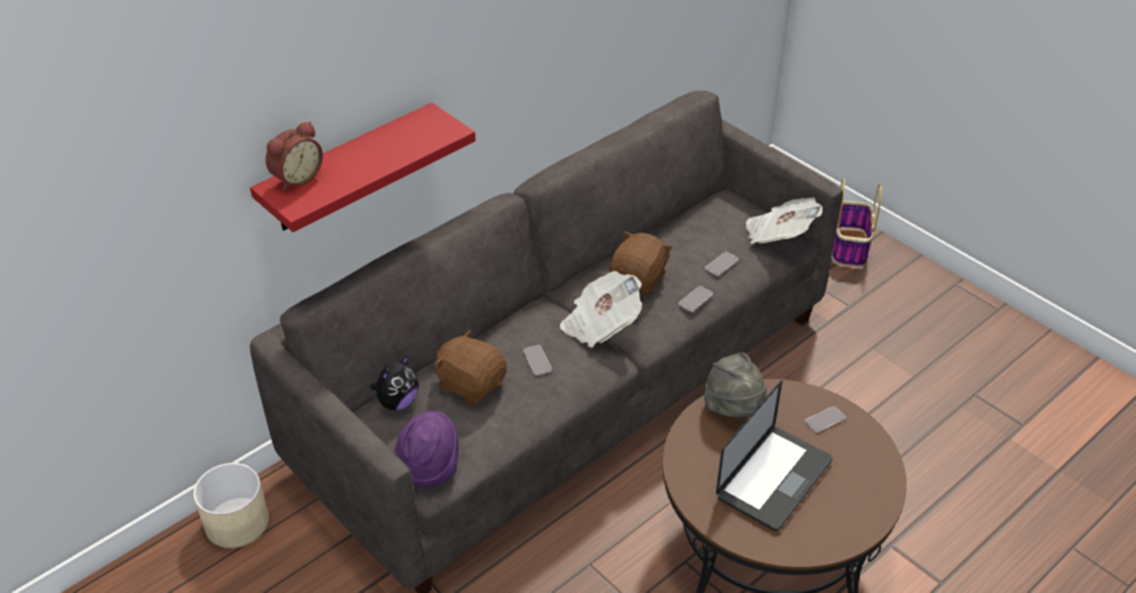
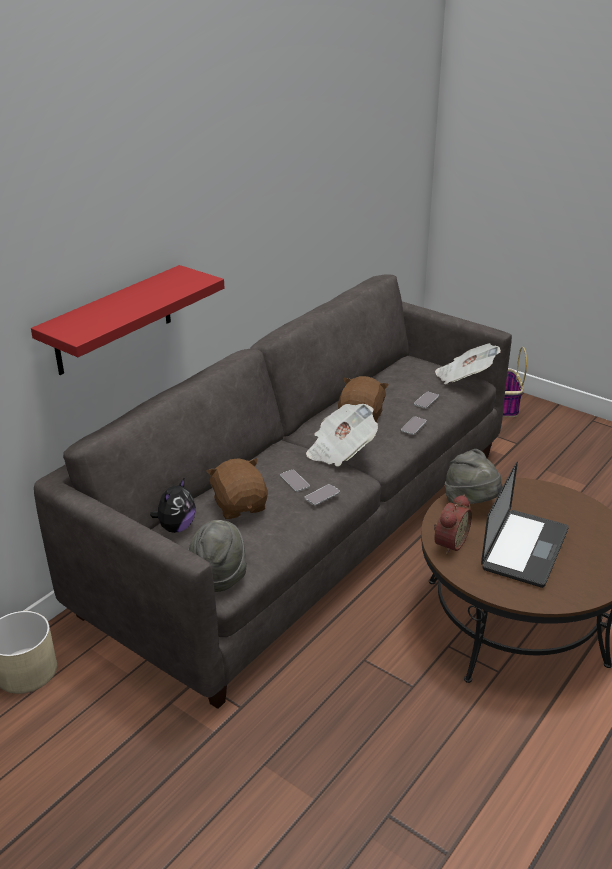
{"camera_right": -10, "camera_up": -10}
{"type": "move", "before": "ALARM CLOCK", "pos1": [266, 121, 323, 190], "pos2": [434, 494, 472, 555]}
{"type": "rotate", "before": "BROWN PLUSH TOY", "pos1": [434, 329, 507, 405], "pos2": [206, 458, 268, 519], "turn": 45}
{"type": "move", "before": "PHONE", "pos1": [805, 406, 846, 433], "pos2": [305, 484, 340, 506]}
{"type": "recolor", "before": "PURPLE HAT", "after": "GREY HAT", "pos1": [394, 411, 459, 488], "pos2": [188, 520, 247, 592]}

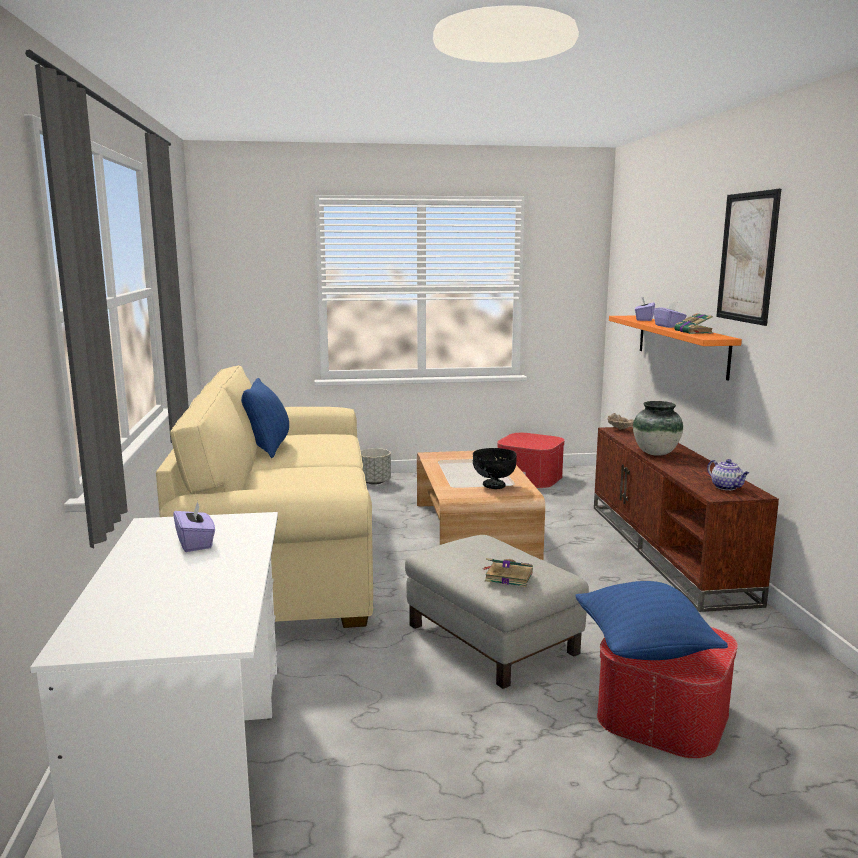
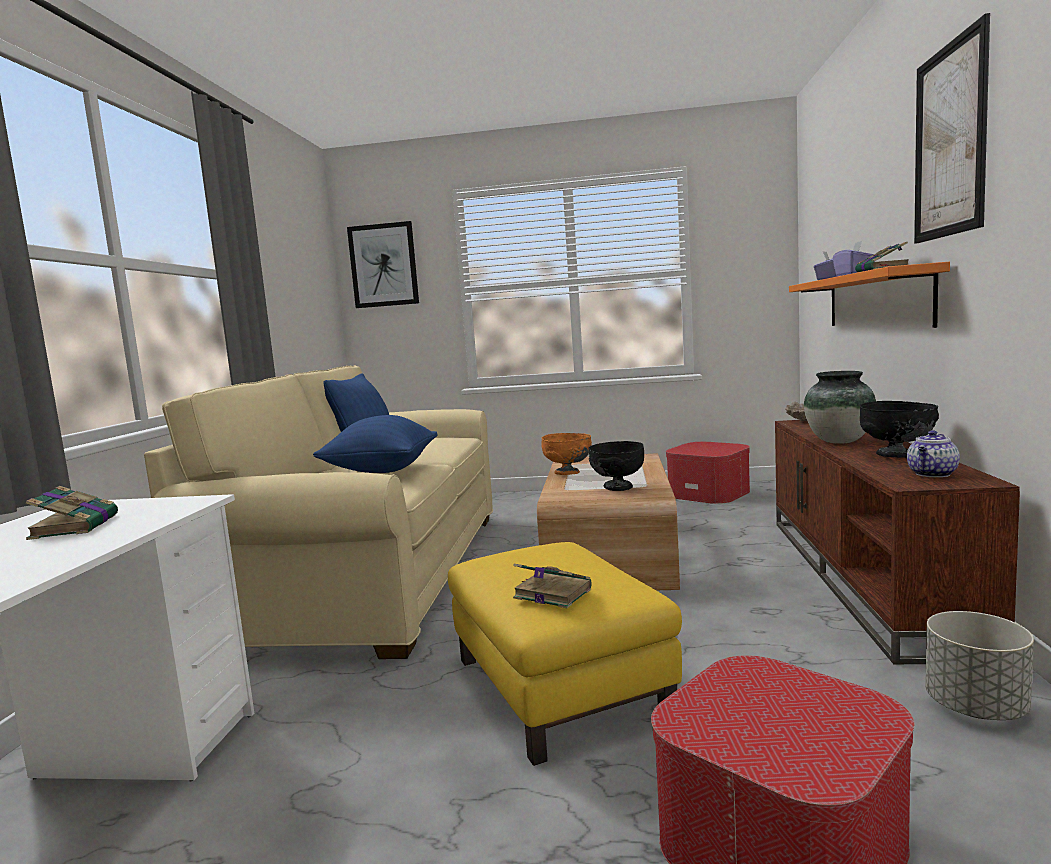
{"camera_right": 15, "camera_up": -5}
{"type": "move", "before": "GREY PLANTER", "pos1": [361, 448, 391, 485], "pos2": [925, 611, 1034, 720]}
{"type": "rotate", "before": "TEAPOT", "pos1": [707, 459, 749, 490], "pos2": [907, 430, 960, 477], "turn": 60}
{"type": "replace", "before": "PURPLE TISSUE BOX", "after": "BOOK", "pos1": [173, 501, 215, 552], "pos2": [26, 486, 118, 540]}
{"type": "recolor", "before": "GREY OTTOMAN", "after": "YELLOW OTTOMAN", "pos1": [405, 535, 589, 689], "pos2": [448, 542, 682, 766]}
{"type": "move", "before": "BLUE PILLOW", "pos1": [575, 581, 728, 660], "pos2": [313, 415, 438, 473]}
{"type": "insert", "after": "PICTURE", "pos2": [347, 221, 419, 308]}
{"type": "insert", "after": "BLACK BOWL", "pos2": [860, 401, 939, 458]}
{"type": "insert", "after": "ORANGE BOWL", "pos2": [541, 433, 592, 475]}

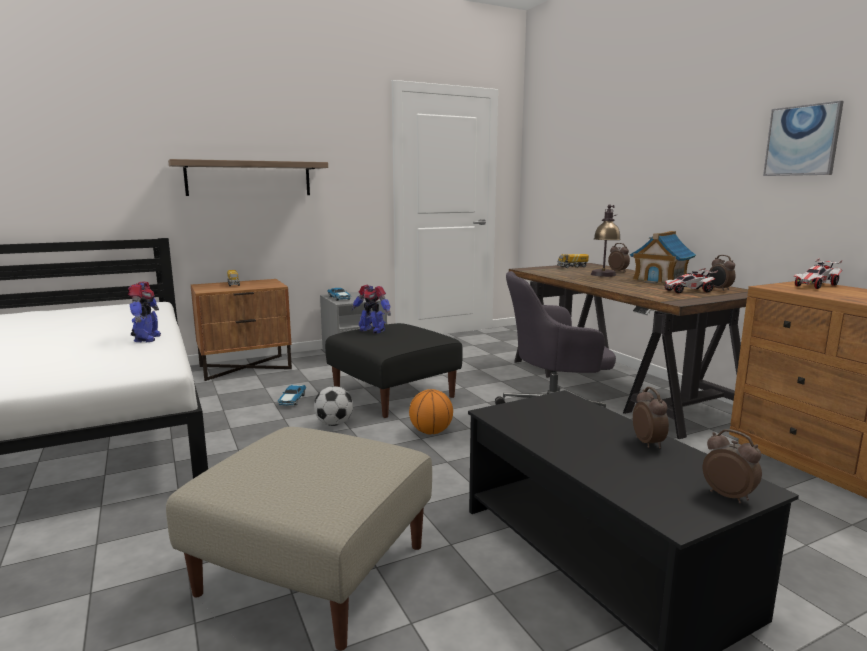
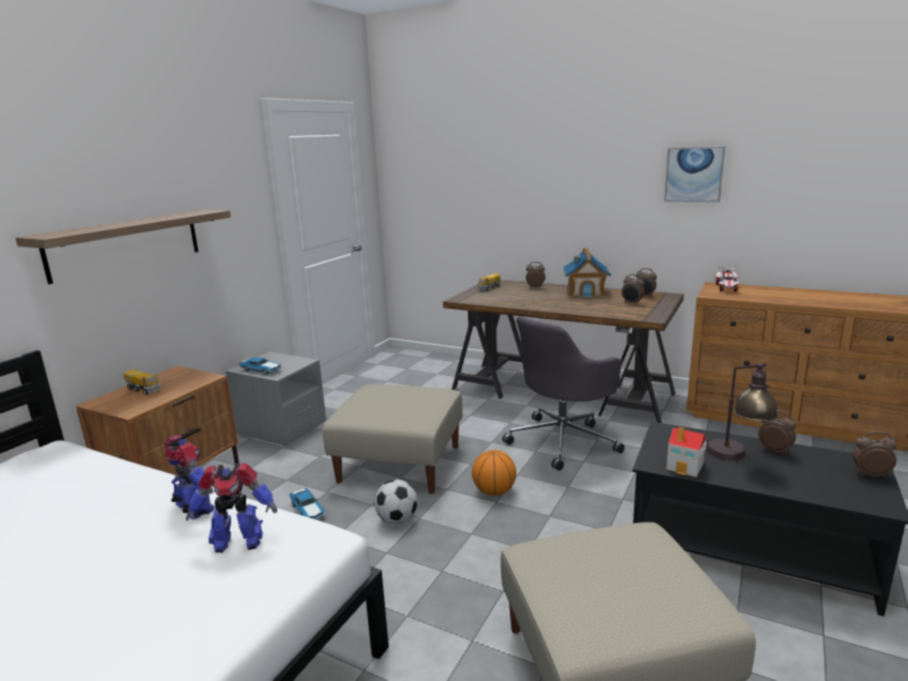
{"camera_right": -35, "camera_up": 5}
{"type": "move", "before": "TABLE LAMP", "pos1": [591, 204, 621, 277], "pos2": [706, 363, 778, 461]}
{"type": "replace", "before": "TOY CAR", "after": "ALARM CLOCK", "pos1": [663, 268, 718, 293], "pos2": [621, 274, 644, 305]}
{"type": "move", "before": "TOY ROBOT", "pos1": [351, 285, 391, 333], "pos2": [186, 463, 277, 553]}
{"type": "recolor", "before": "BLACK OTTOMAN", "after": "BEIGE OTTOMAN", "pos1": [325, 323, 463, 418], "pos2": [323, 384, 463, 494]}
{"type": "insert", "after": "TOY HOUSE", "pos2": [666, 427, 707, 477]}

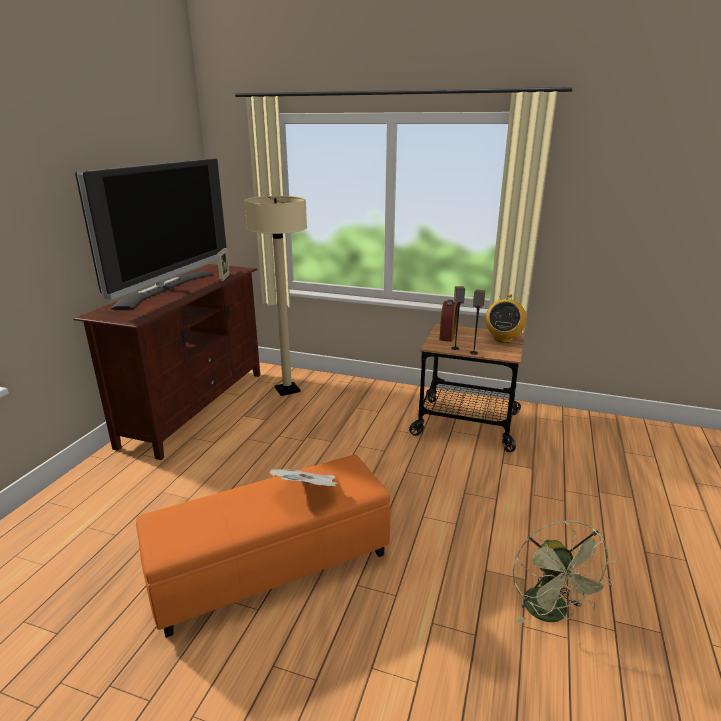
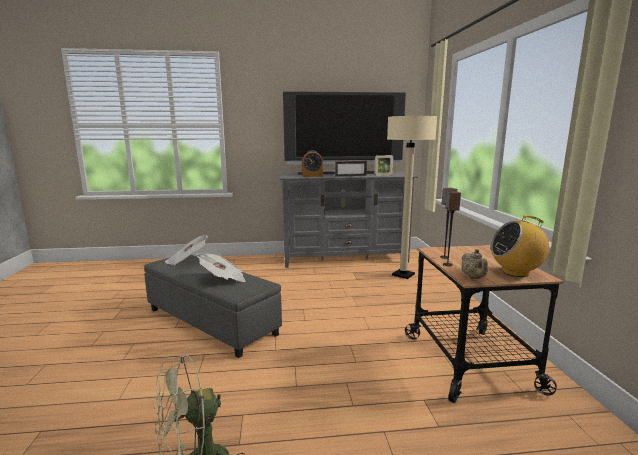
{"camera_right": 65, "camera_up": -10}
{"type": "recolor", "before": "BROWN TV STAND", "after": "GREY TV STAND", "pos1": [74, 264, 260, 460], "pos2": [279, 172, 419, 268]}
{"type": "move", "before": "ALARM CLOCK", "pos1": [439, 300, 457, 342], "pos2": [302, 150, 323, 177]}
{"type": "recolor", "before": "ORANGE OTTOMAN", "after": "GREY OTTOMAN", "pos1": [136, 455, 391, 638], "pos2": [144, 255, 282, 358]}
{"type": "insert", "after": "PICTURE FRAME", "pos2": [335, 161, 367, 177]}
{"type": "insert", "after": "NEWSPAPER", "pos2": [165, 235, 208, 266]}
{"type": "insert", "after": "BEIGE TEAPOT", "pos2": [461, 249, 488, 279]}

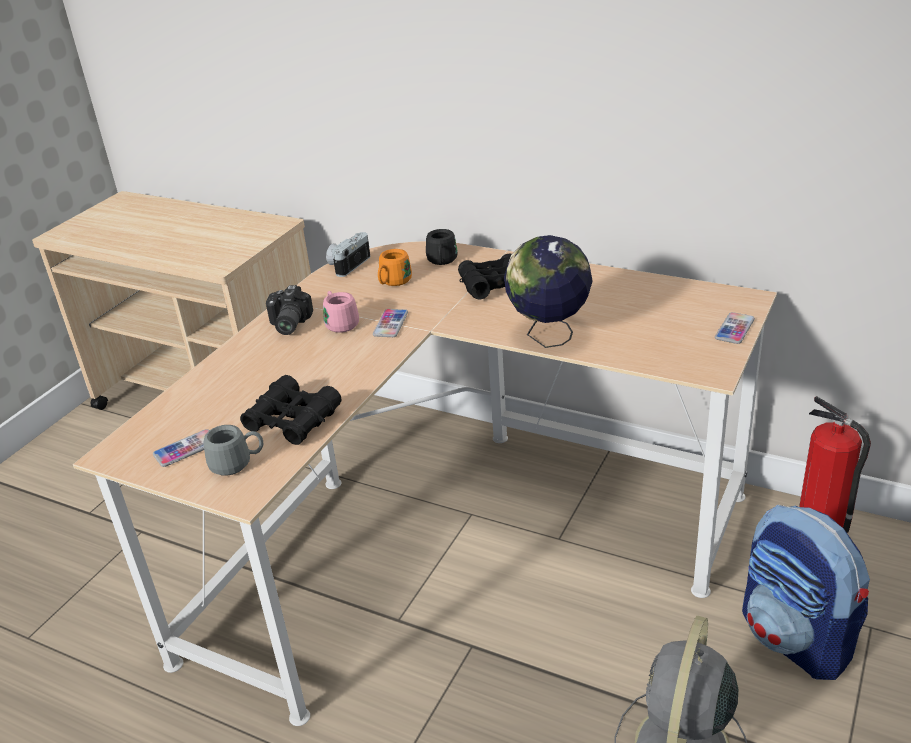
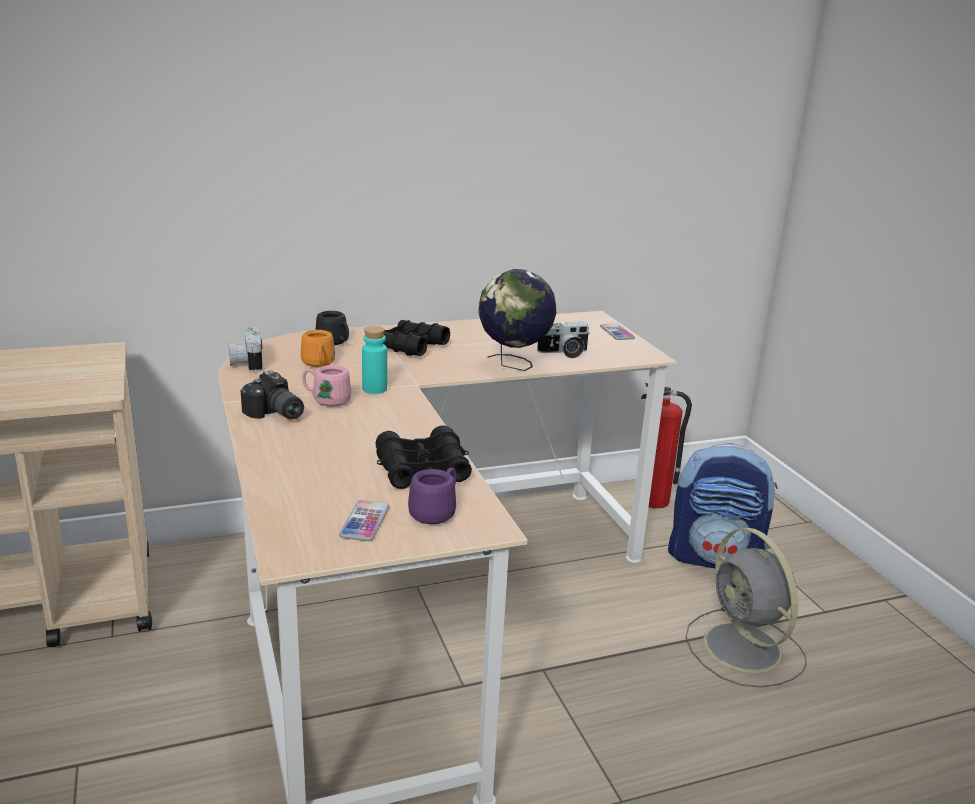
{"camera_right": -50, "camera_up": -10}
{"type": "replace", "before": "PHONE", "after": "TURQUOISE BOTTLE", "pos1": [373, 309, 408, 337], "pos2": [362, 326, 387, 394]}
{"type": "recolor", "before": "GREY MUG", "after": "PURPLE MUG", "pos1": [203, 425, 263, 476], "pos2": [408, 468, 456, 524]}
{"type": "insert", "after": "PHOTO CAMERA", "pos2": [537, 322, 590, 358]}

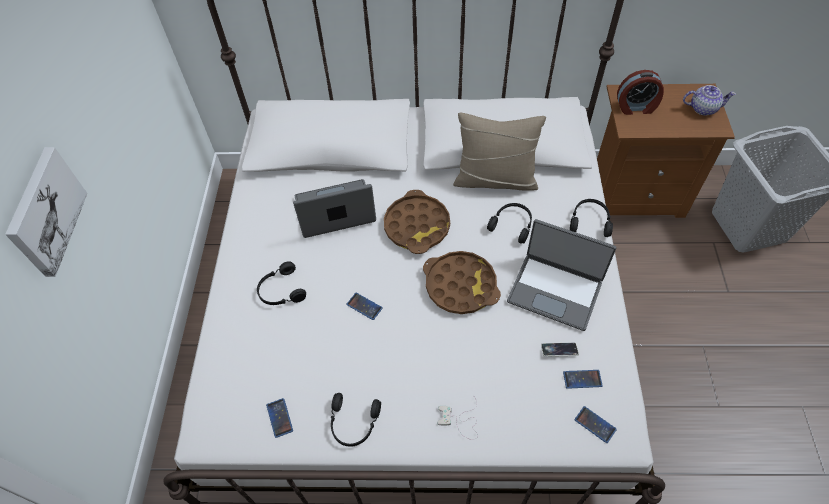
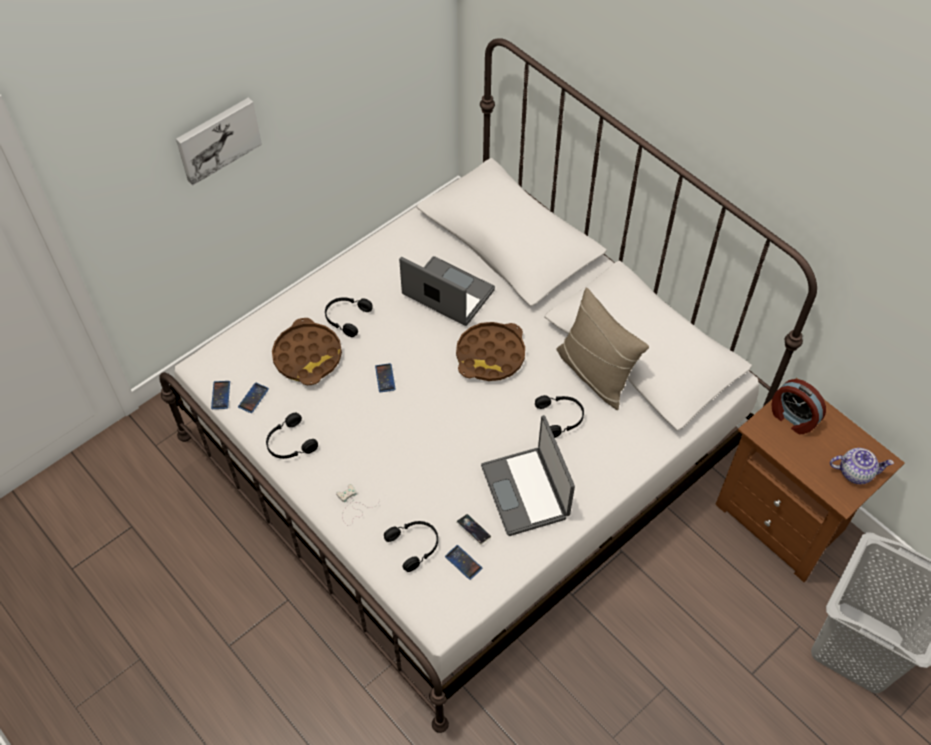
{"camera_right": 45, "camera_up": 0}
{"type": "rotate", "before": "TEAPOT", "pos1": [683, 85, 736, 116], "pos2": [830, 448, 894, 484], "turn": -45}
{"type": "move", "before": "BLACK HEADPHONES", "pos1": [570, 199, 613, 237], "pos2": [384, 521, 438, 572]}
{"type": "move", "before": "BROWN TRAY", "pos1": [423, 251, 501, 314], "pos2": [272, 318, 342, 385]}
{"type": "move", "before": "PHONE", "pos1": [575, 406, 617, 443], "pos2": [211, 381, 230, 409]}

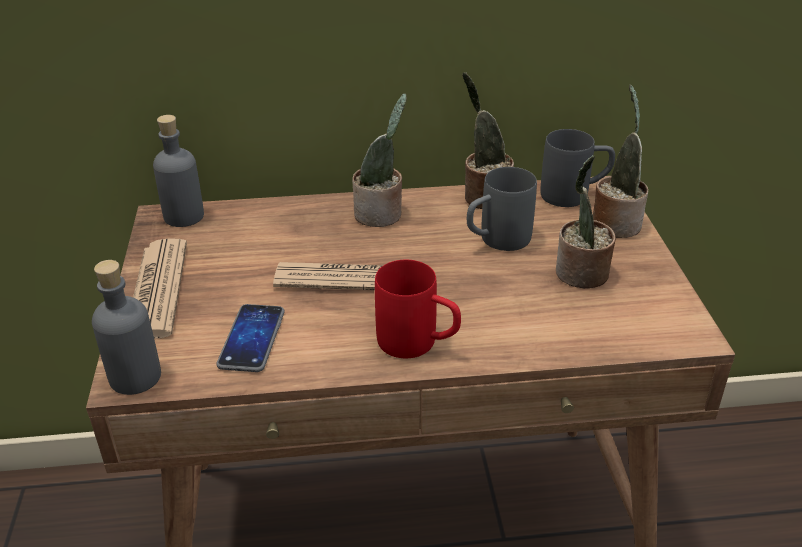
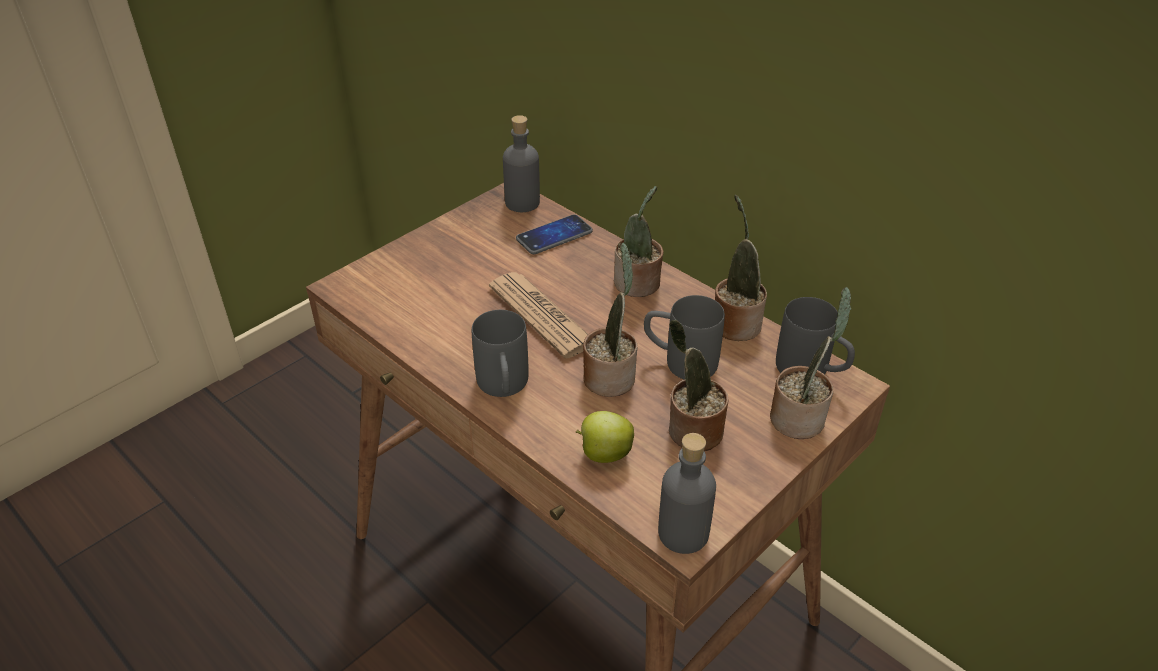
{"camera_right": 50, "camera_up": 5}
{"type": "delete", "before": "NEWSPAPER", "pos1": [133, 238, 187, 339]}
{"type": "move", "before": "GREY BOTTLE", "pos1": [92, 260, 161, 395], "pos2": [658, 433, 716, 554]}
{"type": "recolor", "before": "RED MUG", "after": "GREY MUG", "pos1": [375, 260, 461, 358], "pos2": [472, 310, 529, 397]}
{"type": "move", "before": "PHONE", "pos1": [216, 304, 285, 372], "pos2": [516, 215, 593, 254]}
{"type": "insert", "after": "POTTED PLANT", "pos2": [583, 242, 637, 397]}
{"type": "insert", "after": "APPLE", "pos2": [576, 411, 634, 463]}

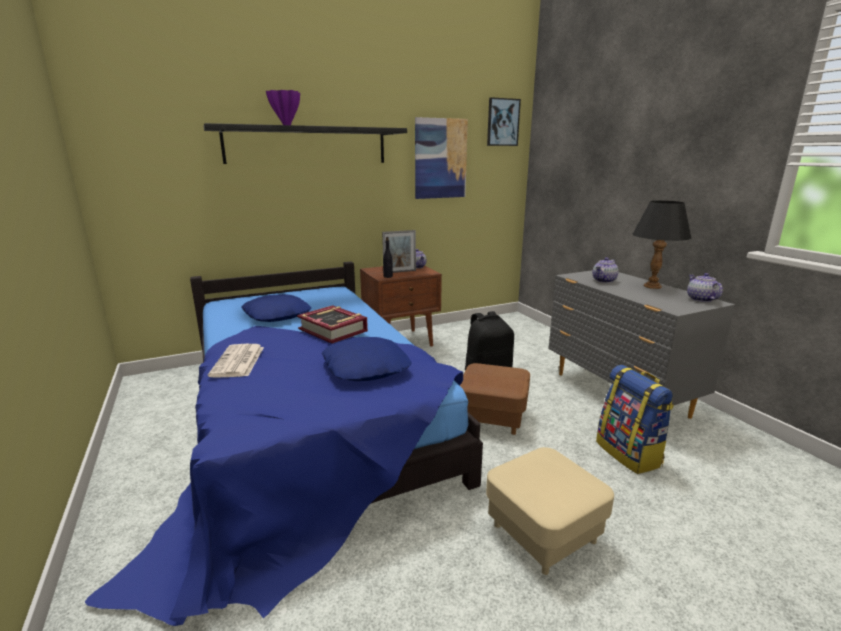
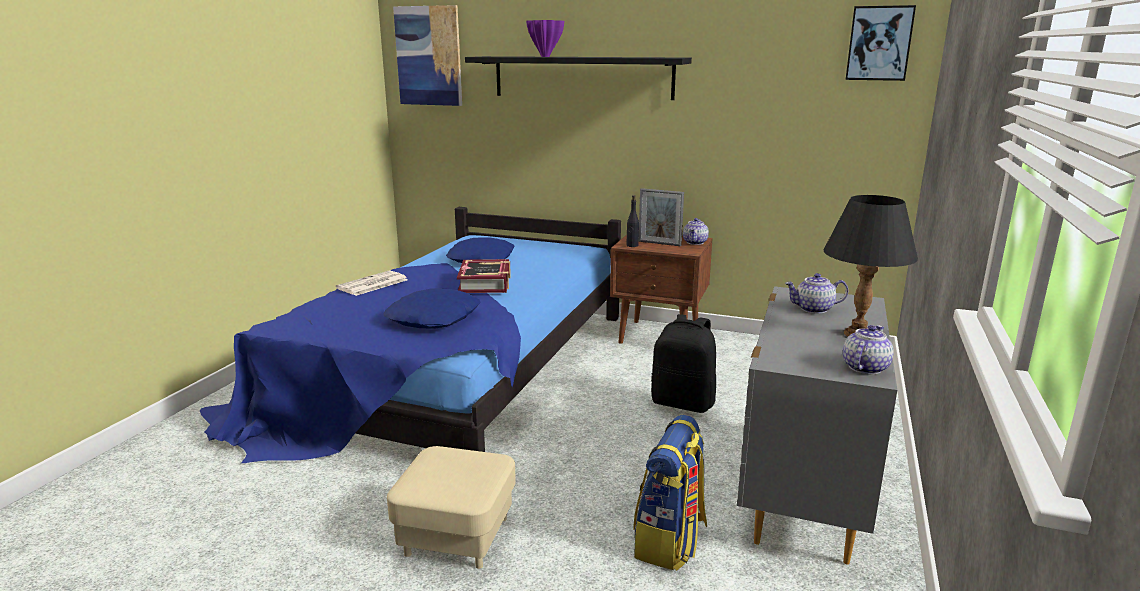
{"camera_right": 45, "camera_up": 0}
{"type": "move", "before": "PICTURE", "pos1": [415, 117, 468, 199], "pos2": [393, 5, 462, 106]}
{"type": "delete", "before": "BROWN OTTOMAN", "pos1": [460, 363, 530, 435]}

